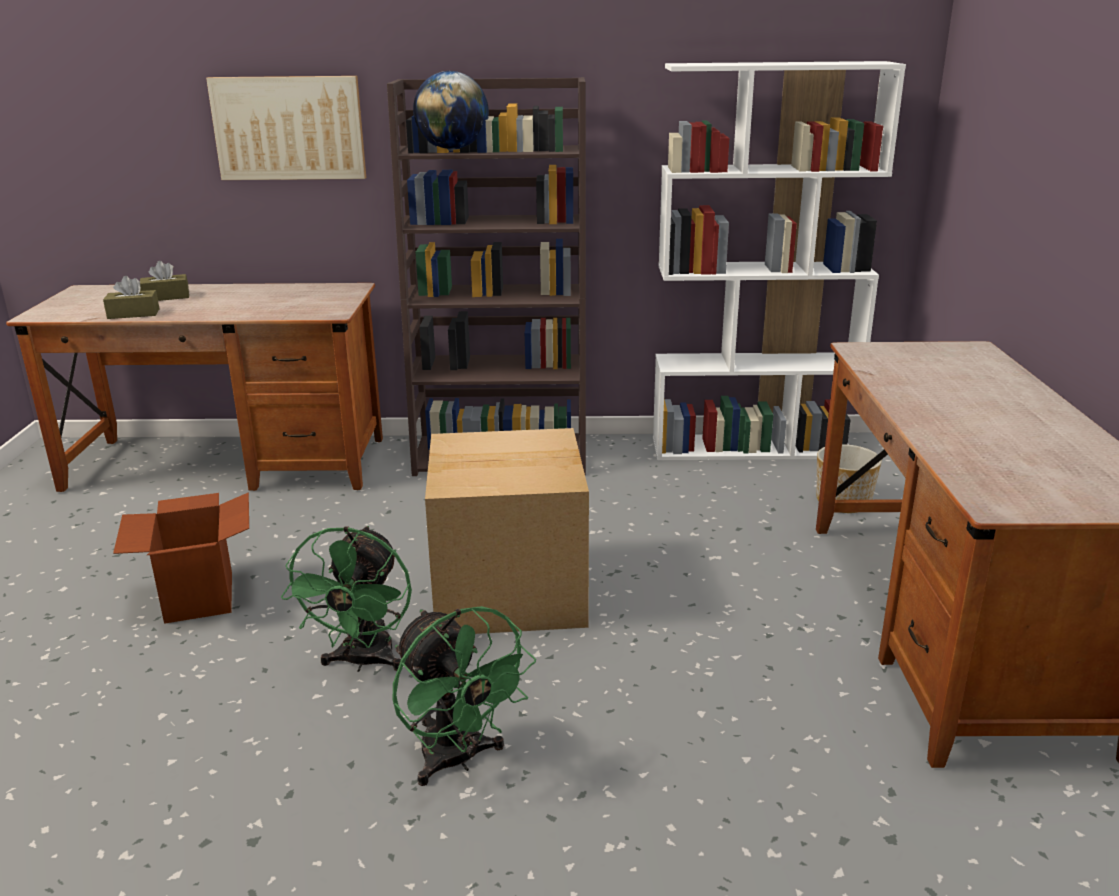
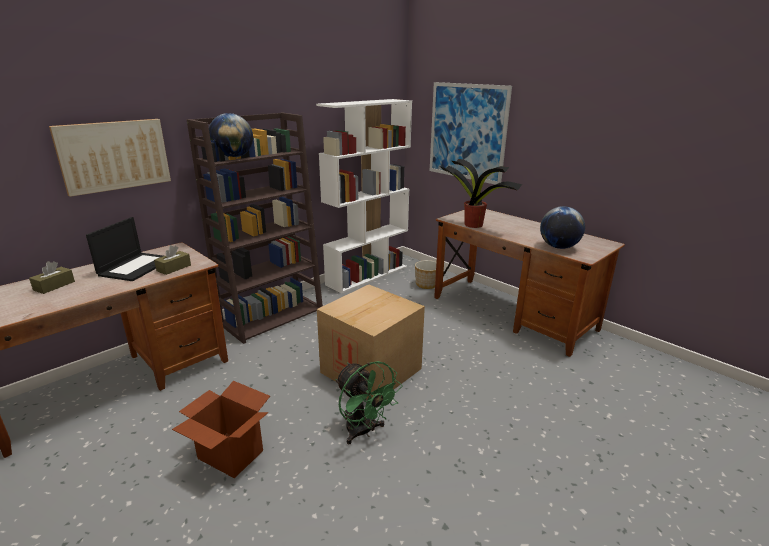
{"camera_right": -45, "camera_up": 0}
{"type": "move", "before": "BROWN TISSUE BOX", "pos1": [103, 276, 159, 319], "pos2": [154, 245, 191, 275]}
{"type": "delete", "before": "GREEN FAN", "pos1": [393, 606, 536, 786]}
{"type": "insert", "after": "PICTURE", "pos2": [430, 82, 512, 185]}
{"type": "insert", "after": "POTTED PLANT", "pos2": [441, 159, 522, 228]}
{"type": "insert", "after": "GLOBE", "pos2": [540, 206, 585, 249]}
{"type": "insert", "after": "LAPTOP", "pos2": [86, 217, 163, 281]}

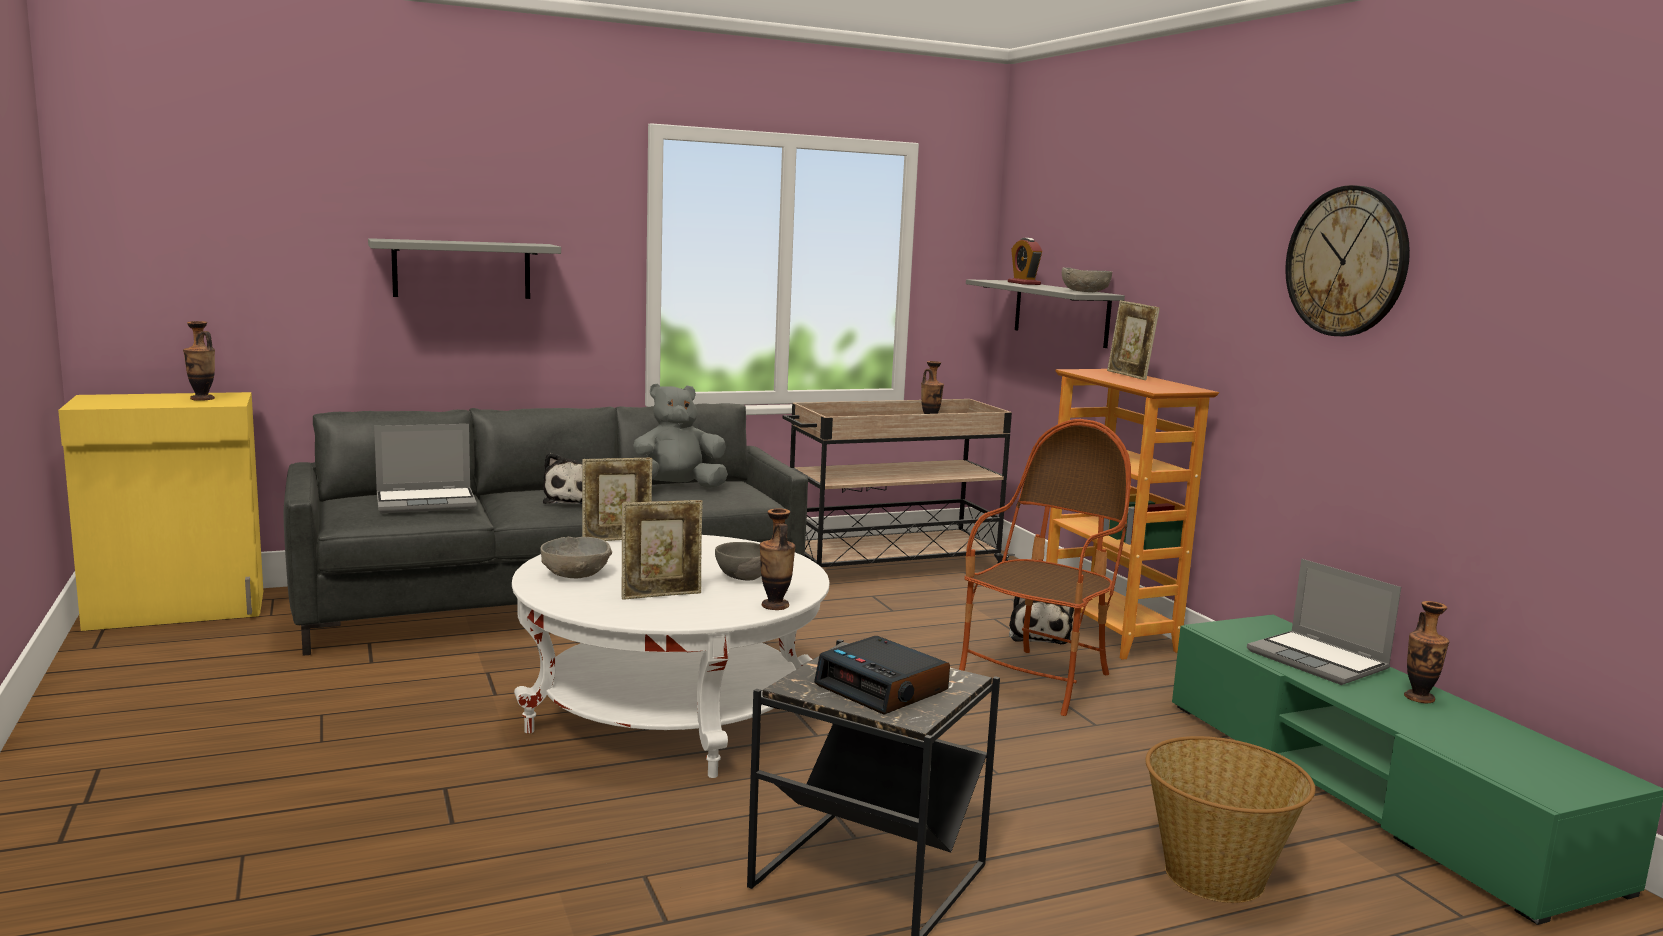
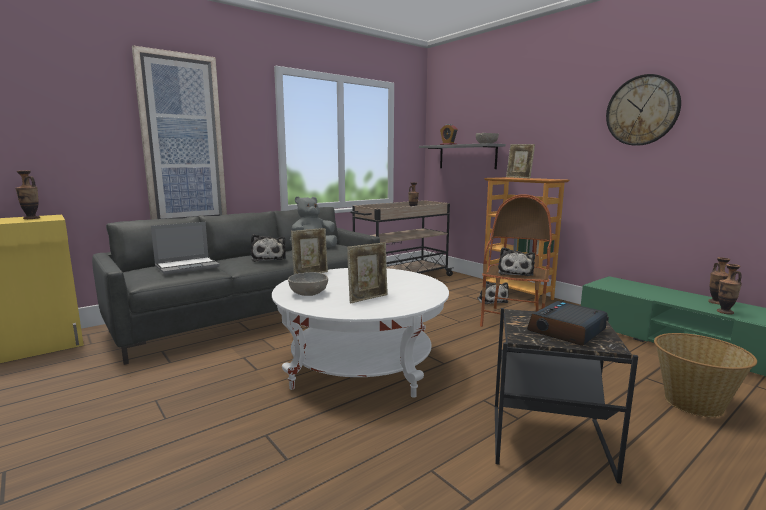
{"camera_right": -15, "camera_up": 0}
{"type": "replace", "before": "GREY SHELF", "after": "PICTURE", "pos1": [368, 238, 561, 299], "pos2": [132, 45, 227, 220]}
{"type": "move", "before": "VASE", "pos1": [760, 508, 795, 610], "pos2": [717, 264, 742, 314]}
{"type": "delete", "before": "GREY BOWL", "pos1": [715, 542, 761, 580]}
{"type": "delete", "before": "LAPTOP", "pos1": [1247, 559, 1401, 685]}
{"type": "rotate", "before": "ALARM CLOCK", "pos1": [814, 636, 950, 715], "pos2": [527, 301, 608, 346], "turn": 105}
{"type": "insert", "after": "PLUSH TOY", "pos2": [498, 247, 535, 276]}

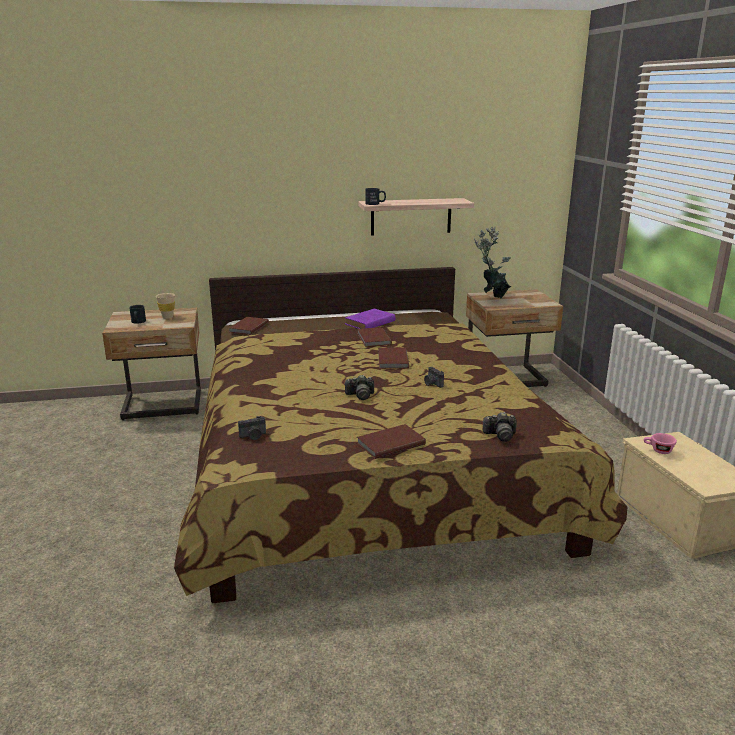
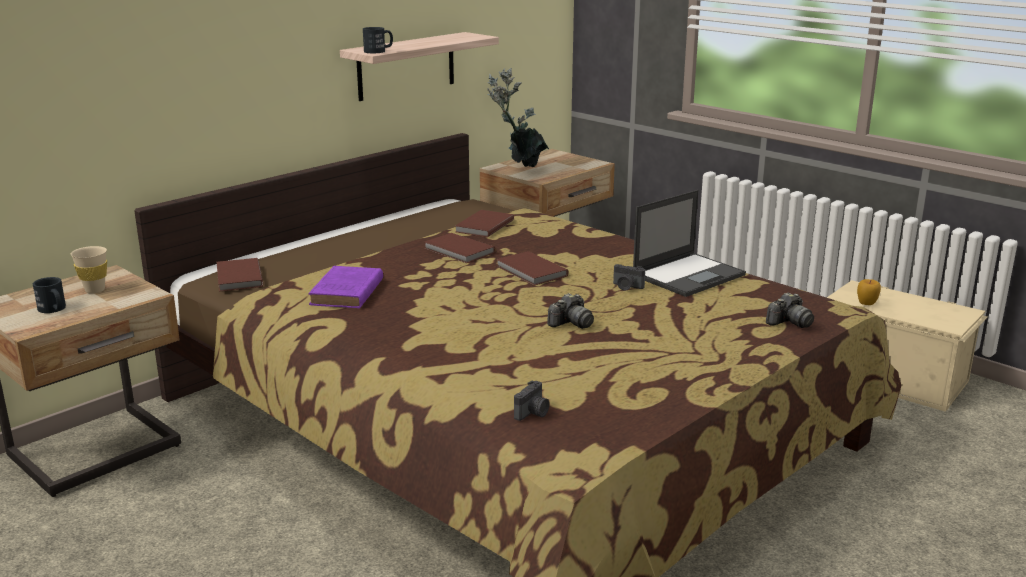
{"camera_right": -35, "camera_up": 0}
{"type": "move", "before": "PURPLE BOOK", "pos1": [345, 309, 395, 329], "pos2": [308, 266, 383, 308]}
{"type": "move", "before": "BROWN BOOK", "pos1": [357, 424, 426, 459], "pos2": [455, 210, 514, 237]}
{"type": "replace", "before": "PINK CUP", "after": "APPLE", "pos1": [644, 433, 677, 454], "pos2": [857, 279, 881, 305]}
{"type": "insert", "after": "LAPTOP", "pos2": [633, 190, 746, 297]}

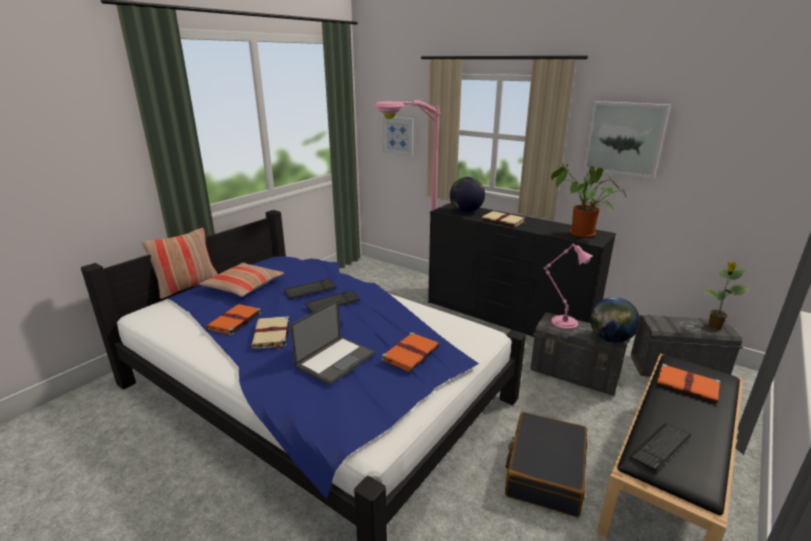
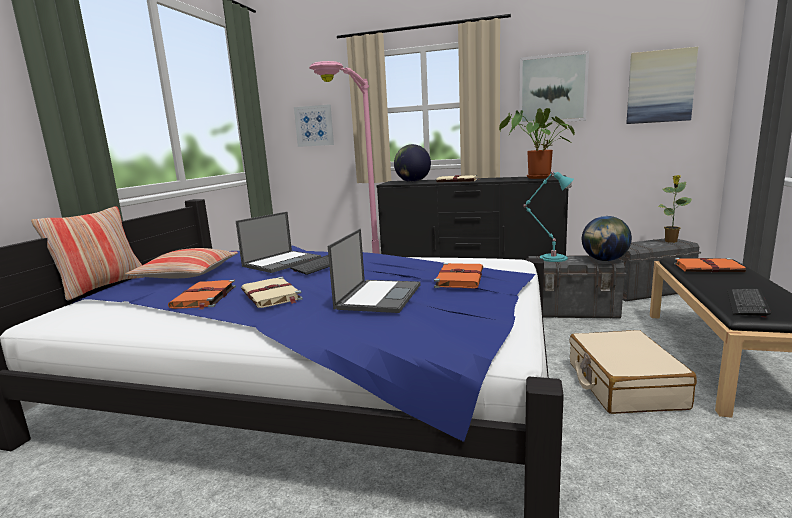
{"camera_right": -20, "camera_up": -10}
{"type": "recolor", "before": "PINK TABLE LAMP", "after": "TURQUOISE TABLE LAMP", "pos1": [543, 244, 592, 329], "pos2": [523, 171, 574, 262]}
{"type": "replace", "before": "KEYBOARD", "after": "LAPTOP", "pos1": [284, 279, 337, 299], "pos2": [236, 212, 321, 273]}
{"type": "recolor", "before": "BLACK SUITCASE", "after": "BEIGE SUITCASE", "pos1": [505, 412, 587, 517], "pos2": [569, 330, 697, 414]}
{"type": "insert", "after": "PICTURE", "pos2": [626, 47, 698, 124]}

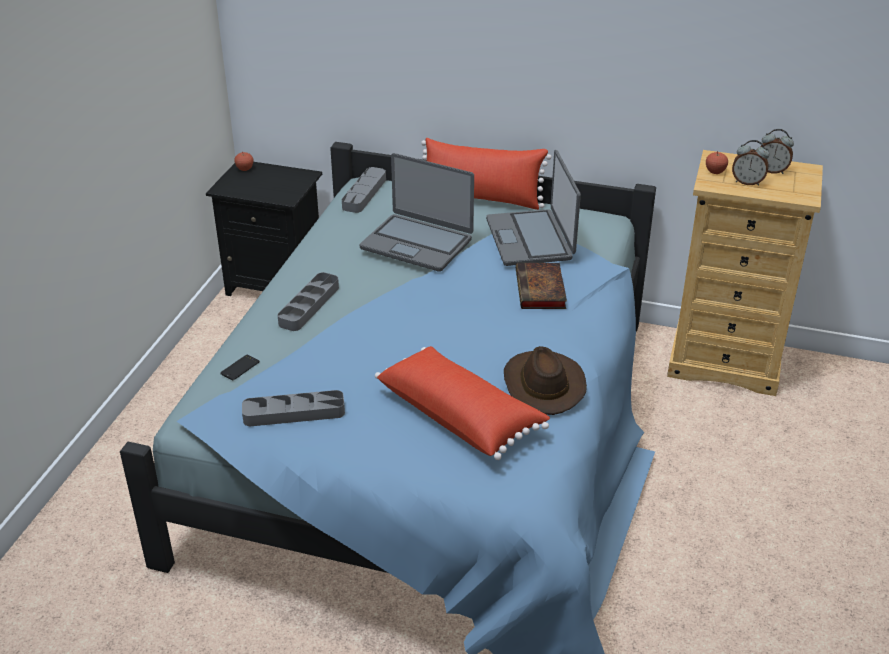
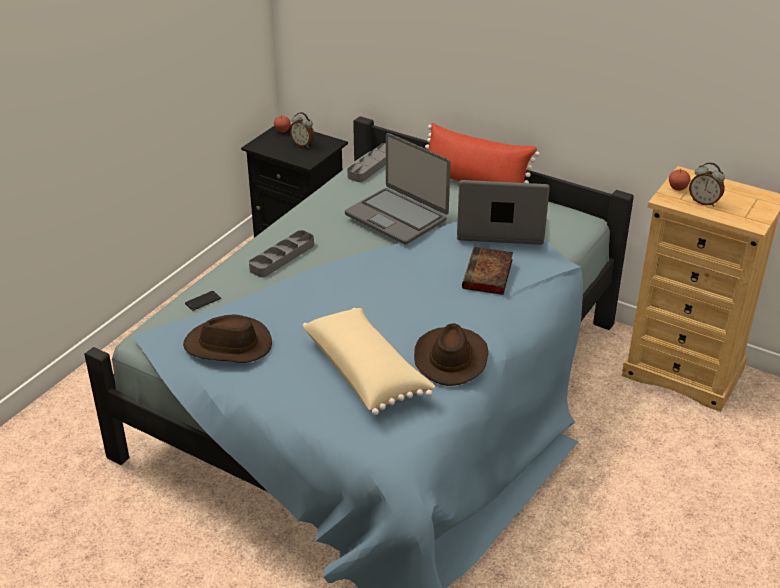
{"camera_right": 15, "camera_up": 0}
{"type": "move", "before": "ALARM CLOCK", "pos1": [760, 129, 794, 174], "pos2": [289, 112, 314, 148]}
{"type": "rotate", "before": "LAPTOP", "pos1": [486, 150, 581, 266], "pos2": [457, 180, 550, 245], "turn": 90}
{"type": "recolor", "before": "RED PILLOW", "after": "BEIGE PILLOW", "pos1": [375, 346, 550, 460], "pos2": [303, 308, 435, 415]}
{"type": "replace", "before": "GREY TRAY", "after": "BROWN HAT", "pos1": [242, 390, 345, 426], "pos2": [183, 315, 272, 363]}

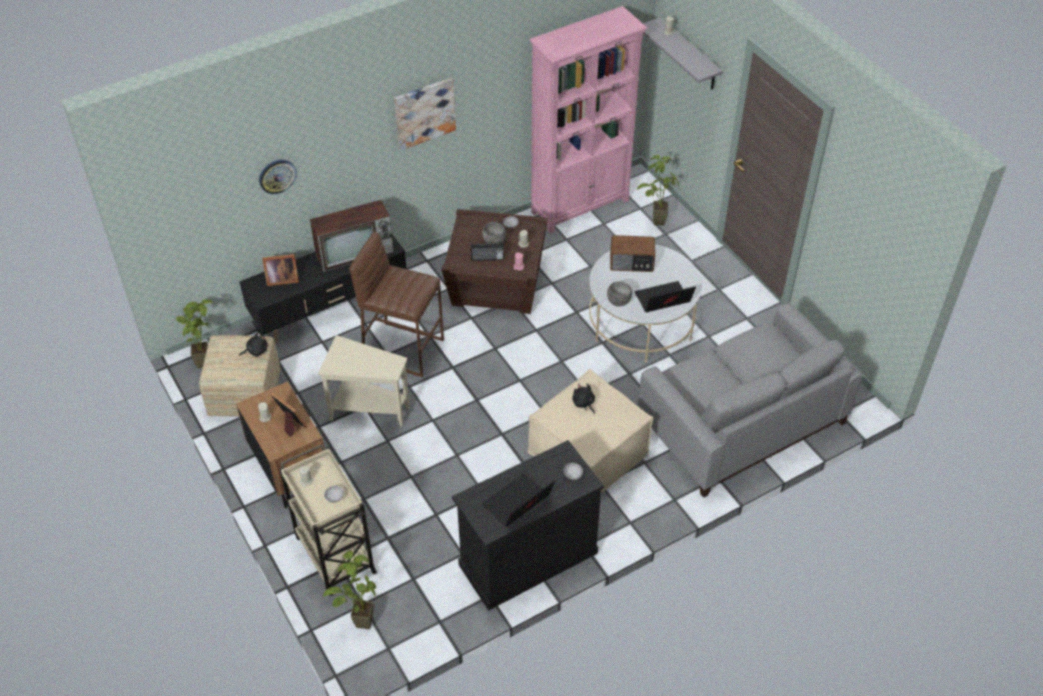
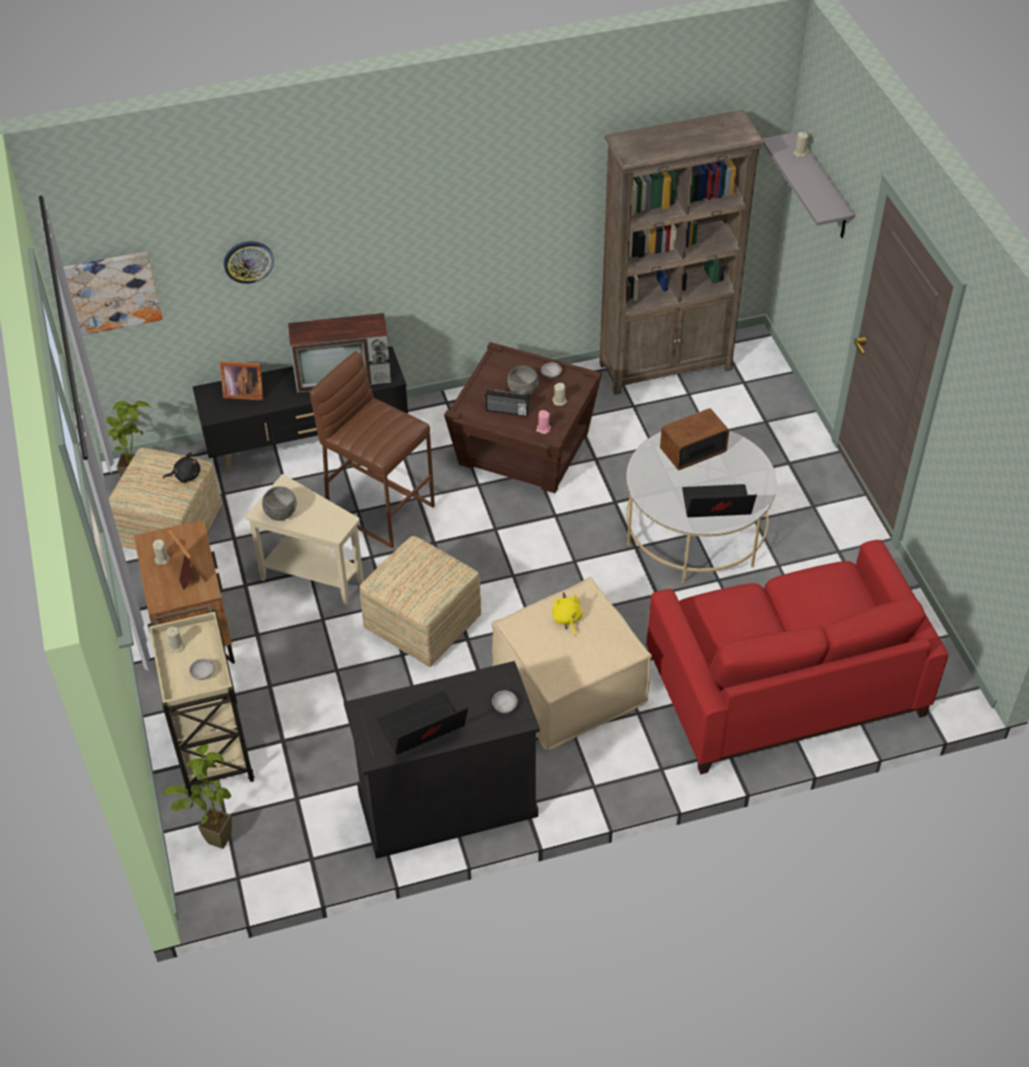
{"camera_right": 15, "camera_up": 0}
{"type": "recolor", "before": "PINK BOOKCASE", "after": "BROWN BOOKCASE", "pos1": [529, 6, 647, 234], "pos2": [599, 110, 765, 395]}
{"type": "move", "before": "PICTURE", "pos1": [394, 78, 456, 150], "pos2": [63, 251, 162, 335]}
{"type": "delete", "before": "POTTED PLANT", "pos1": [637, 155, 679, 226]}
{"type": "rotate", "before": "RADIO", "pos1": [610, 235, 655, 272], "pos2": [660, 408, 729, 470], "turn": 135}
{"type": "move", "before": "GREY BOWL", "pos1": [607, 281, 632, 306], "pos2": [262, 486, 297, 521]}
{"type": "recolor", "before": "GREY SOFA", "after": "RED SOFA", "pos1": [638, 303, 863, 498], "pos2": [647, 540, 949, 775]}
{"type": "recolor", "before": "BLACK PLUSH TOY", "after": "YELLOW PLUSH TOY", "pos1": [572, 383, 595, 414], "pos2": [552, 592, 583, 636]}
{"type": "insert", "after": "OTTOMAN", "pos2": [360, 536, 481, 667]}

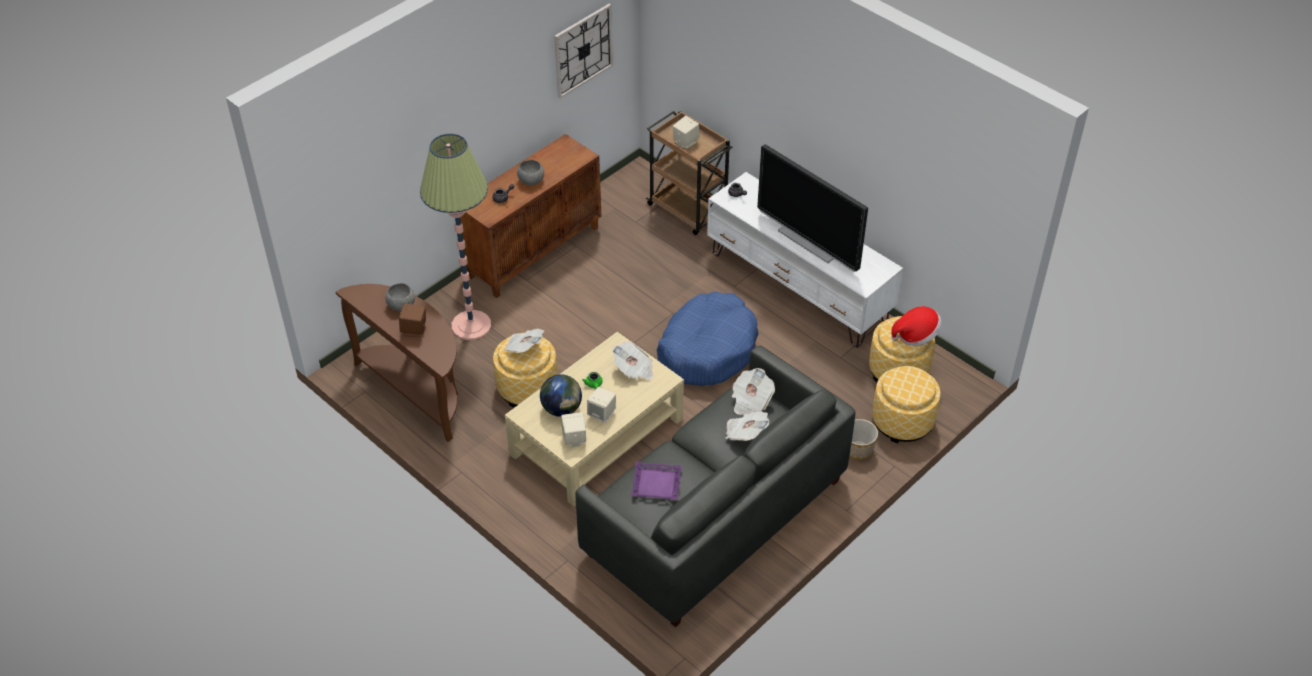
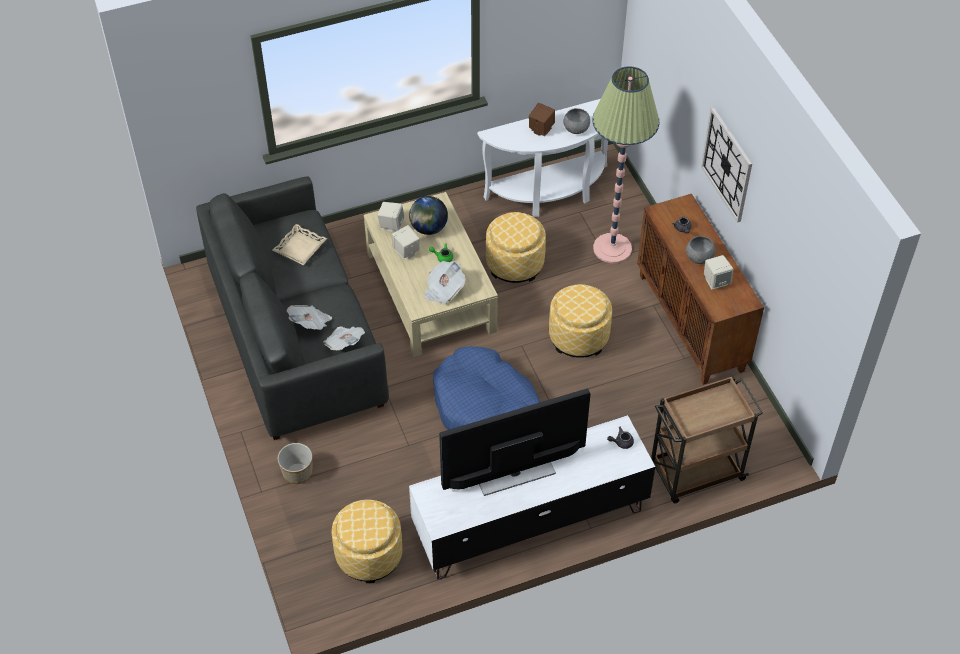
{"camera_right": 115, "camera_up": 5}
{"type": "move", "before": "WALL CLOCK", "pos1": [554, 4, 613, 98], "pos2": [701, 108, 752, 223]}
{"type": "move", "before": "BEIGE SPEAKER", "pos1": [673, 116, 700, 149], "pos2": [704, 255, 733, 290]}
{"type": "recolor", "before": "BROWN CONSOLE TABLE", "after": "WHITE CONSOLE TABLE", "pos1": [336, 284, 458, 442], "pos2": [477, 99, 608, 217]}
{"type": "delete", "before": "HAT", "pos1": [891, 306, 942, 346]}
{"type": "delete", "before": "NEWSPAPER", "pos1": [504, 328, 544, 353]}
{"type": "move", "before": "OTTOMAN", "pos1": [872, 366, 941, 443], "pos2": [549, 284, 612, 358]}
{"type": "recolor", "before": "PURPLE TRAY", "after": "BEIGE TRAY", "pos1": [631, 462, 682, 500], "pos2": [272, 224, 327, 265]}

